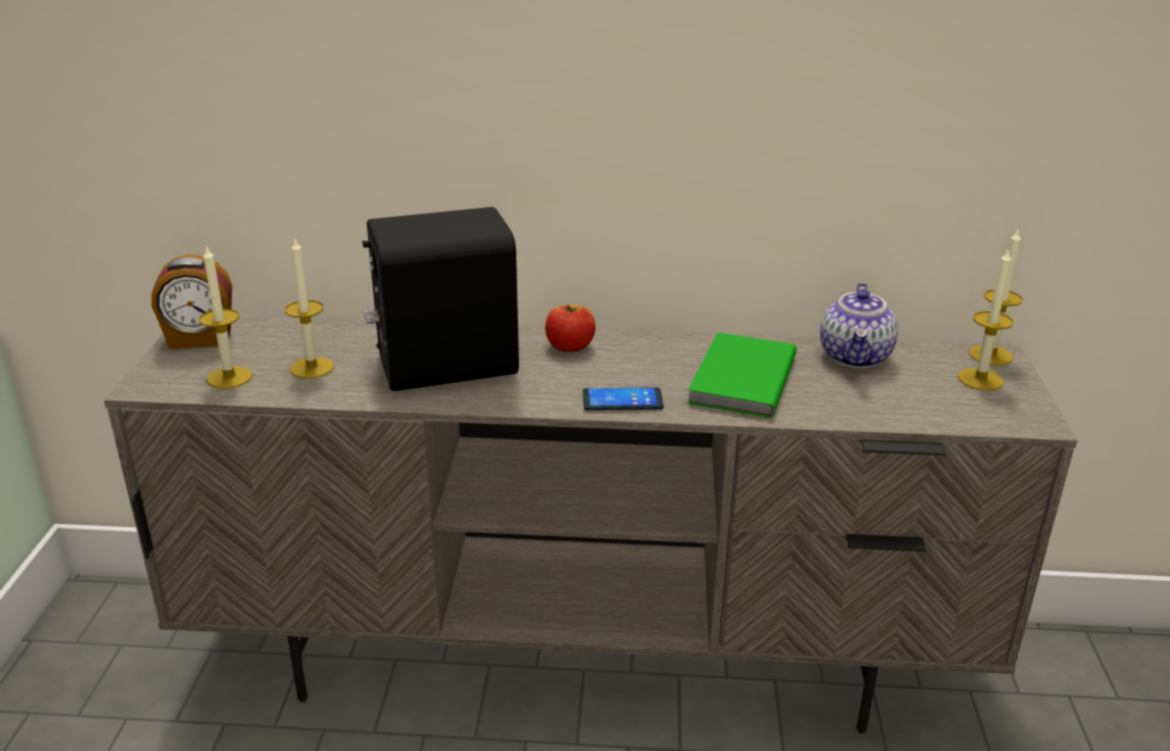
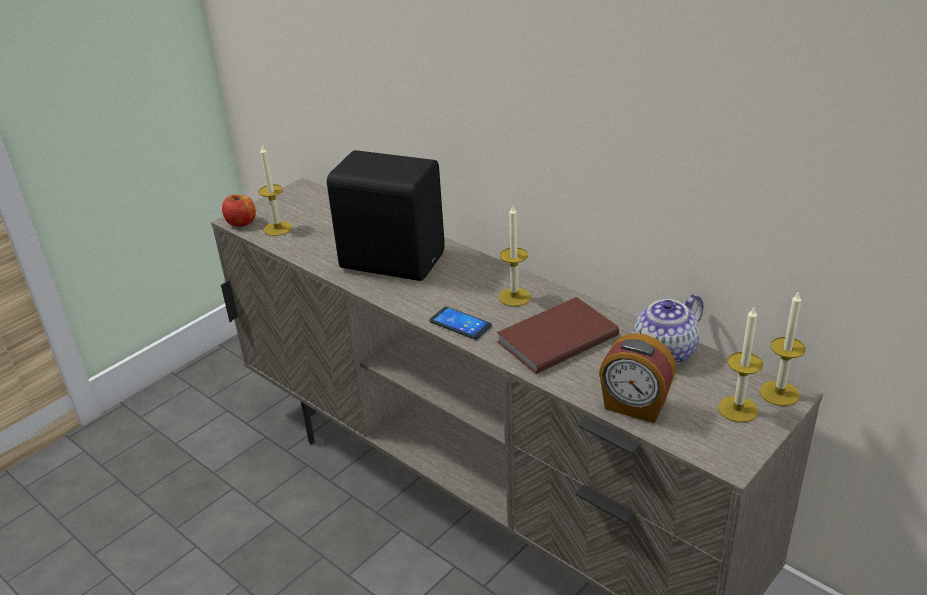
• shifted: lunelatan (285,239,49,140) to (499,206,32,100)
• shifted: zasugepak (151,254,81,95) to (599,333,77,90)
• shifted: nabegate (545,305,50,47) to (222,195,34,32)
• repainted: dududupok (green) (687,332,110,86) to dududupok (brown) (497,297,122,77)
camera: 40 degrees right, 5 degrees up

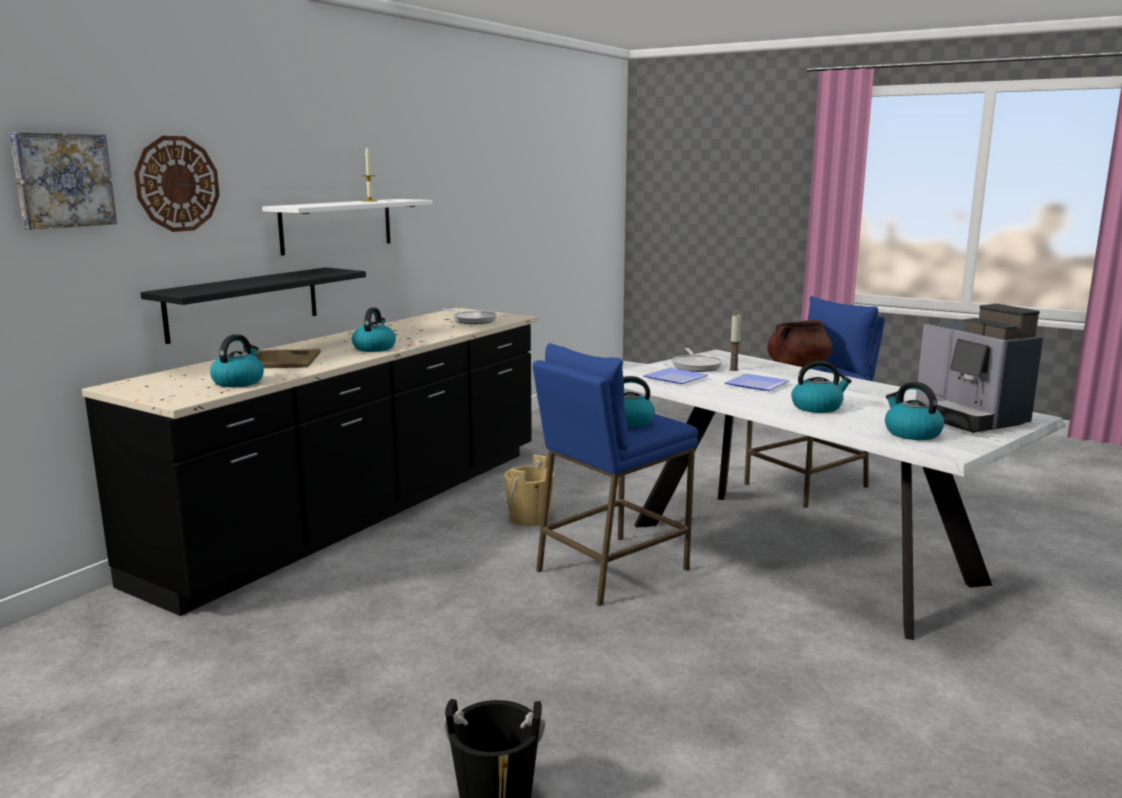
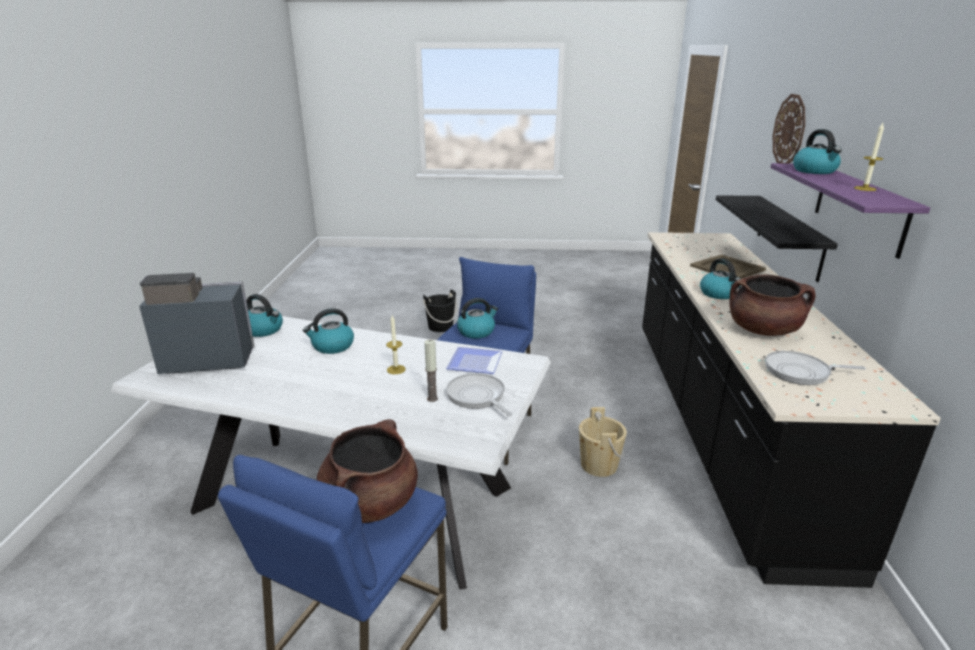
• gone: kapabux (9,132,108,98)
• repainted: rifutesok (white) (262,199,171,57) to rifutesok (purple) (771,163,159,96)
• rotated: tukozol (916,304,127,129) = (139,273,116,101) 45 degrees counterclockwise
• shifted: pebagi (210,334,54,53) to (793,129,49,45)
• swapped: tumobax (725,374,65,17) to lunelatan (386,315,20,59)
• new: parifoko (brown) (729,275,87,61)
camera: 150 degrees right, 10 degrees up

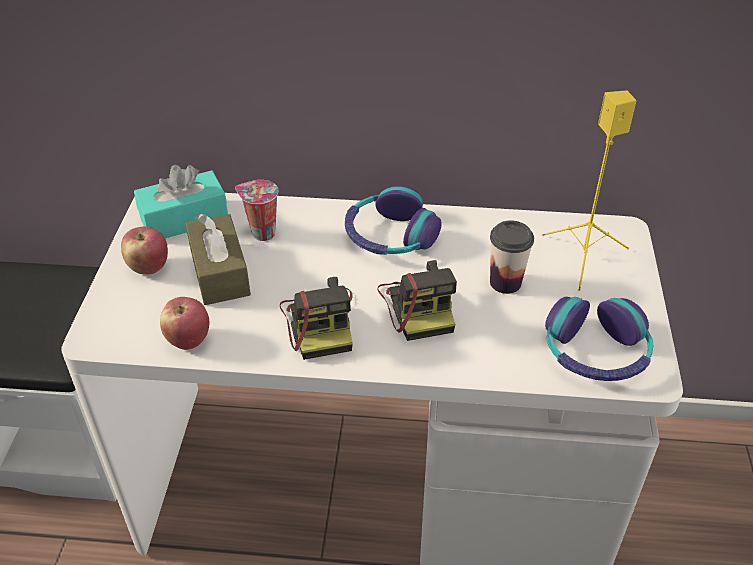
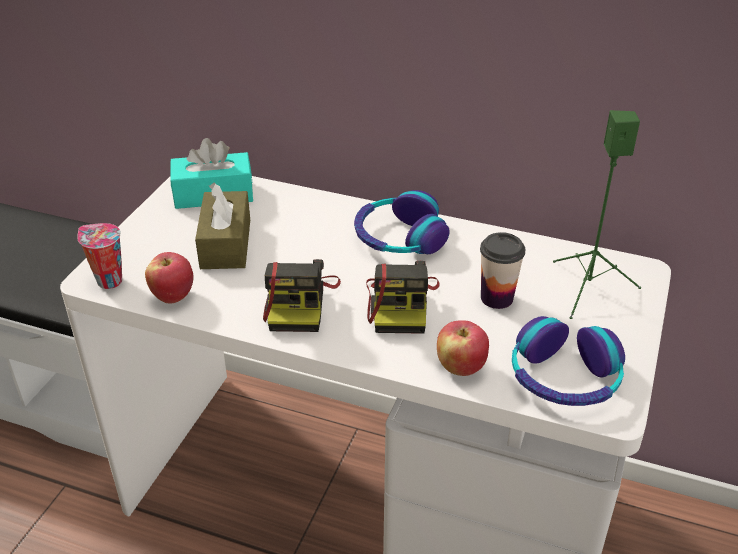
• repainted: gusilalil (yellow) (542,90,94,201) to gusilalil (green) (553,110,88,209)
• shifted: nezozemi (235,180,43,61) to (77,223,45,66)
• shifted: nabegate (121,227,47,48) to (437,320,52,56)
camera: 15 degrees right, 5 degrees down

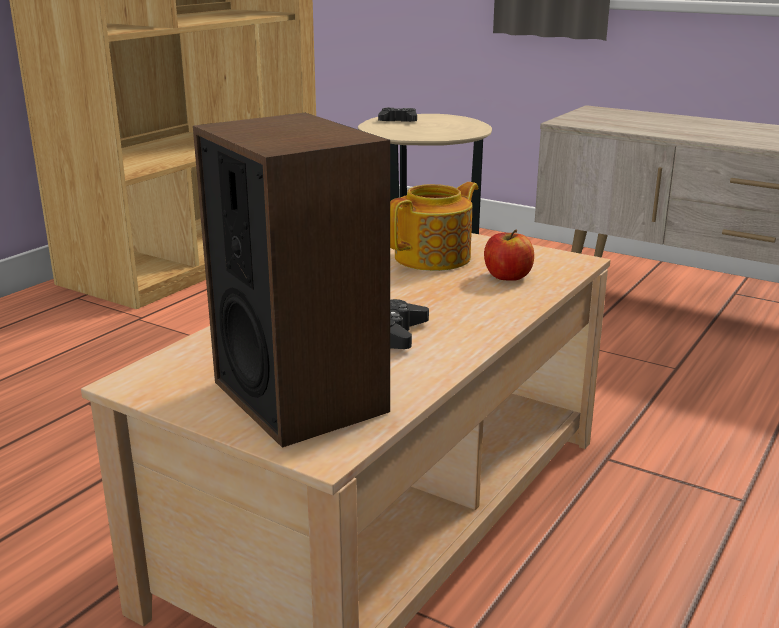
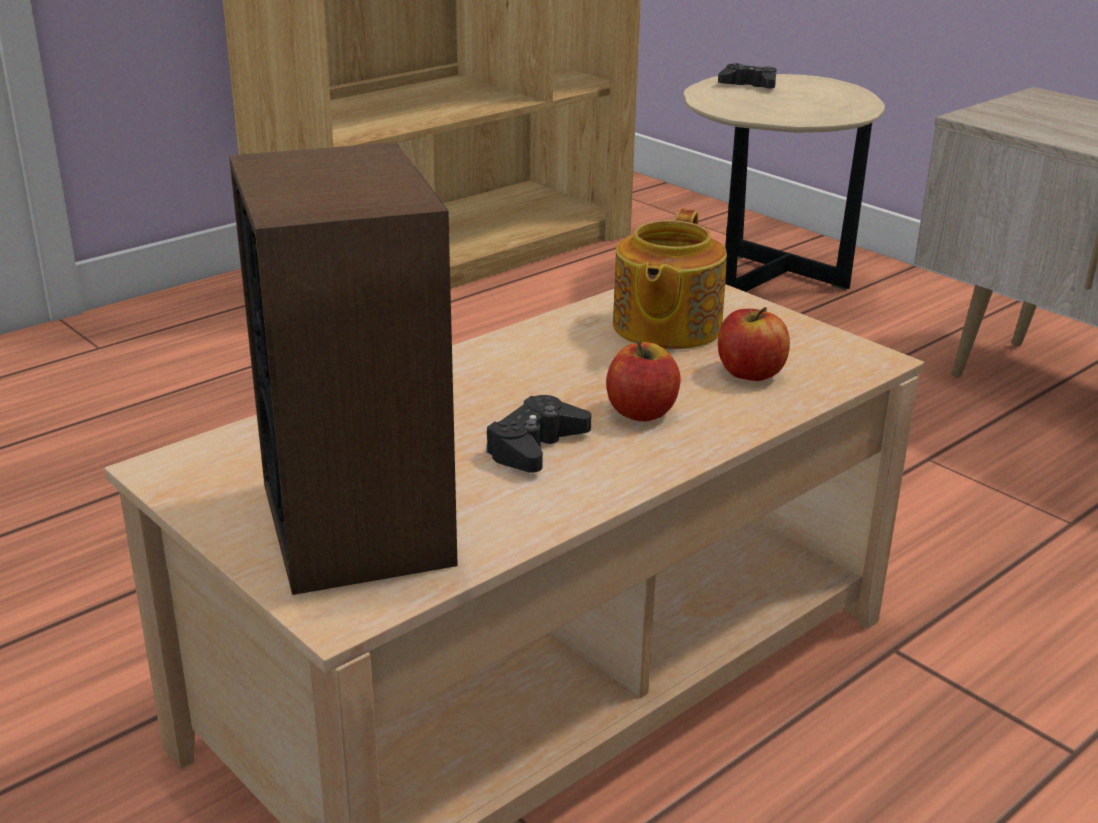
• rotated: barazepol (390,182,88,89) = (613,209,114,140) 135 degrees clockwise
• new: nabegate (606,340,75,81)
camera: 15 degrees right, 5 degrees up

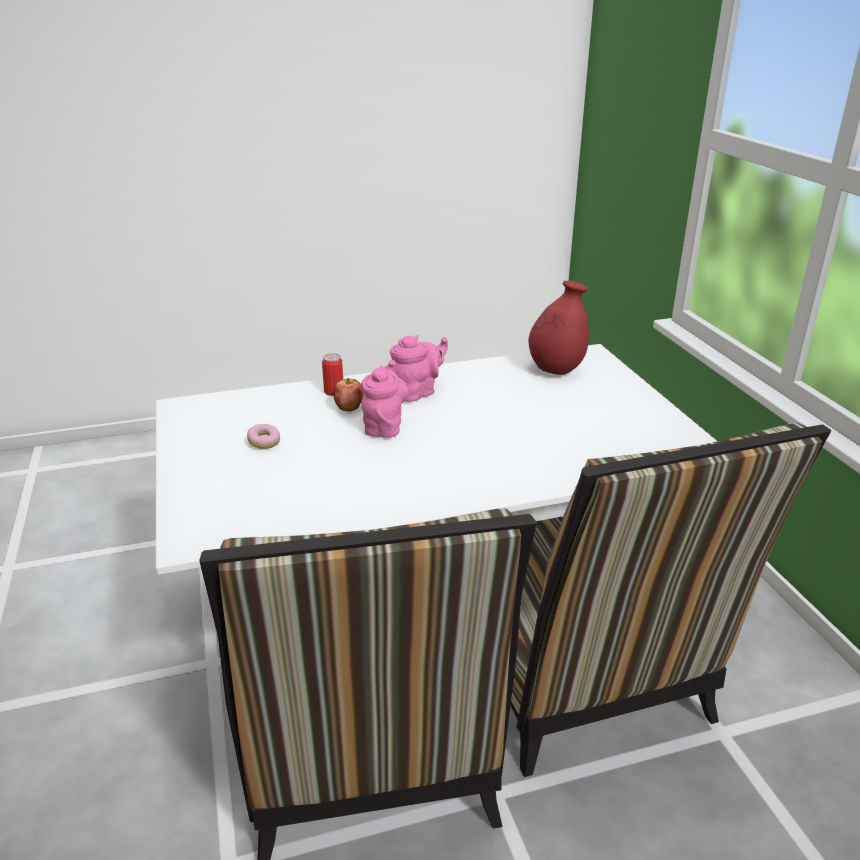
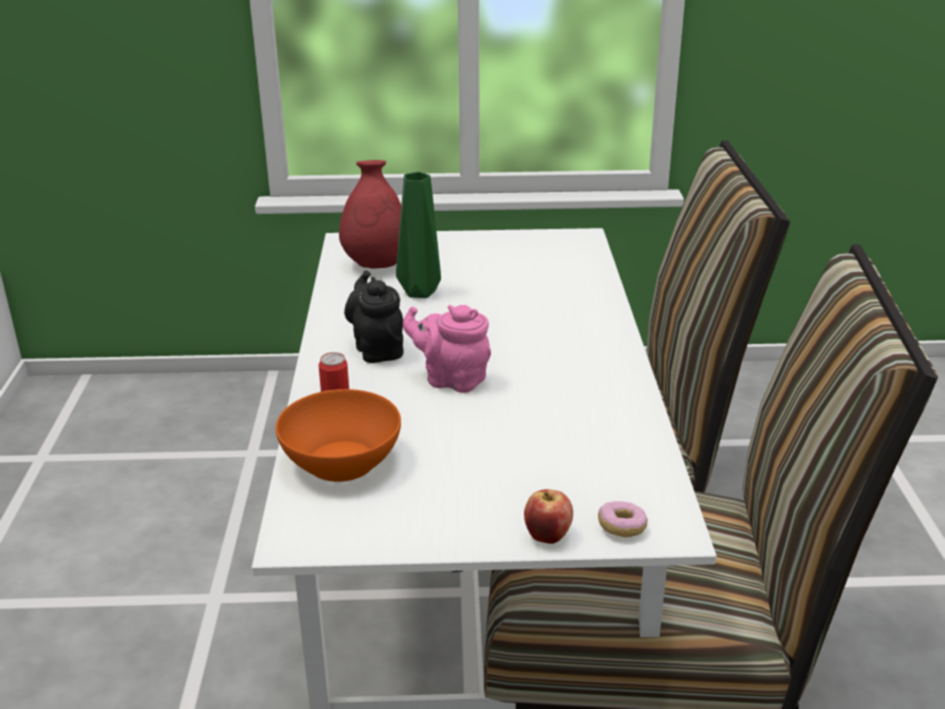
• repainted: barazepol (pink) (390,335,58,67) to barazepol (black) (344,270,60,93)
• shifted: nabegate (333,378,30,34) to (524,489,49,55)
• shifted: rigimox (247,424,33,25) to (598,501,50,36)
• new: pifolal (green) (396,172,45,126)
• new: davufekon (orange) (276,389,125,93)
camera: 75 degrees left, 0 degrees up

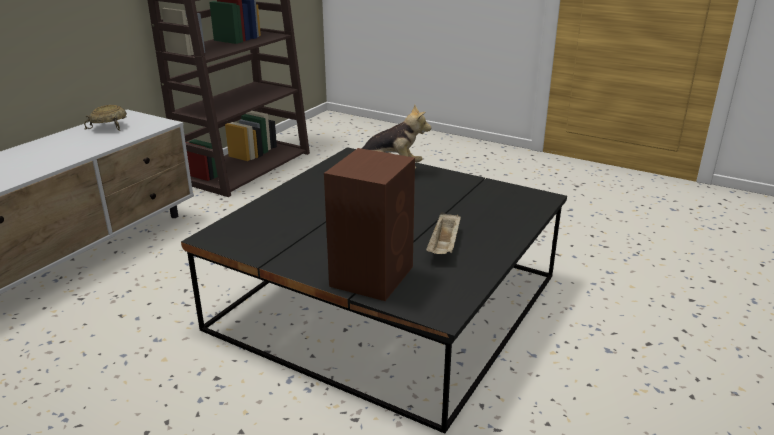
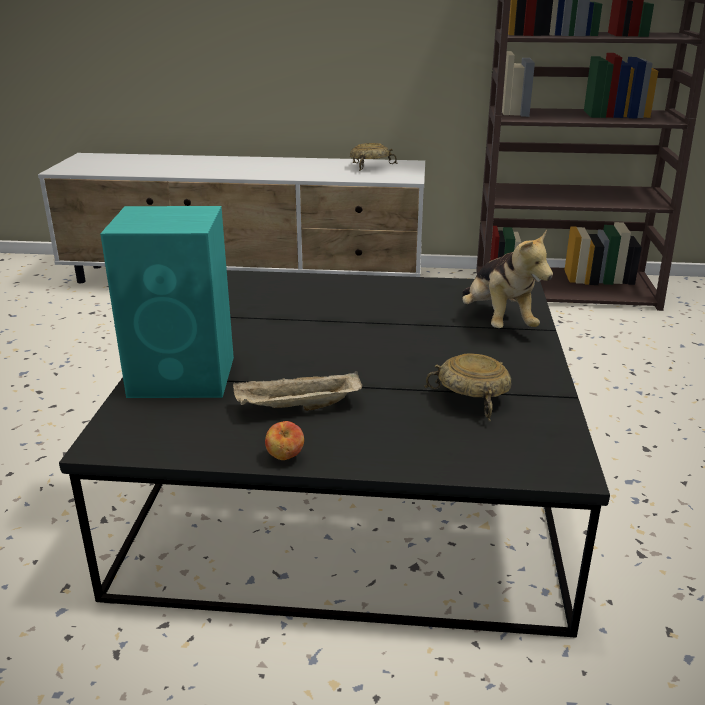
• repainted: gusilalil (brown) (324,148,91,153) to gusilalil (turquoise) (100,206,134,192)
• new: davufekon (beige) (425,354,86,68)
• new: nabegate (265,421,39,39)
camera: 65 degrees right, 0 degrees up

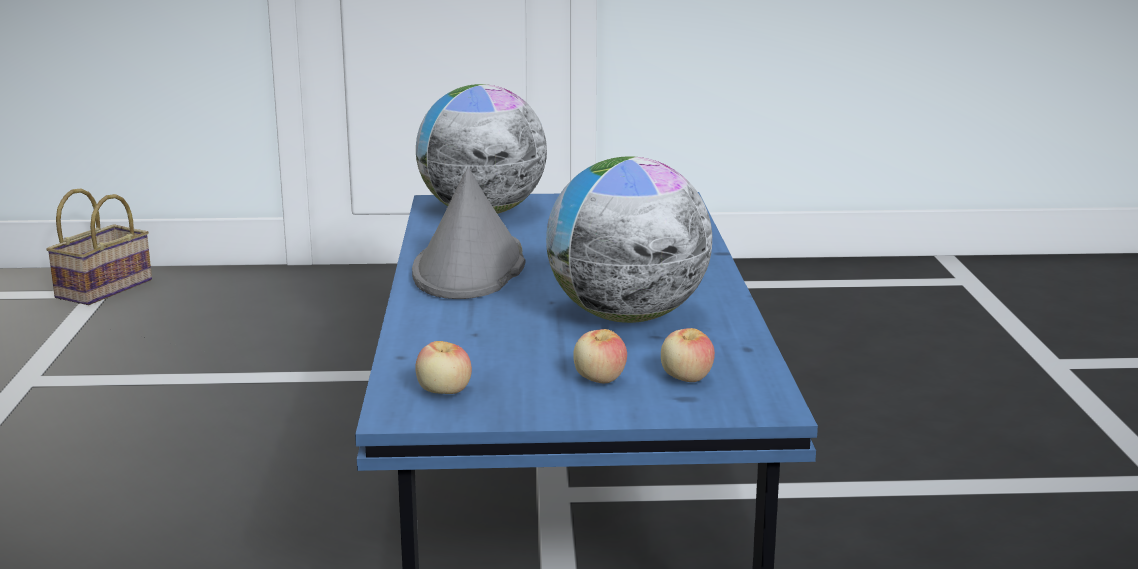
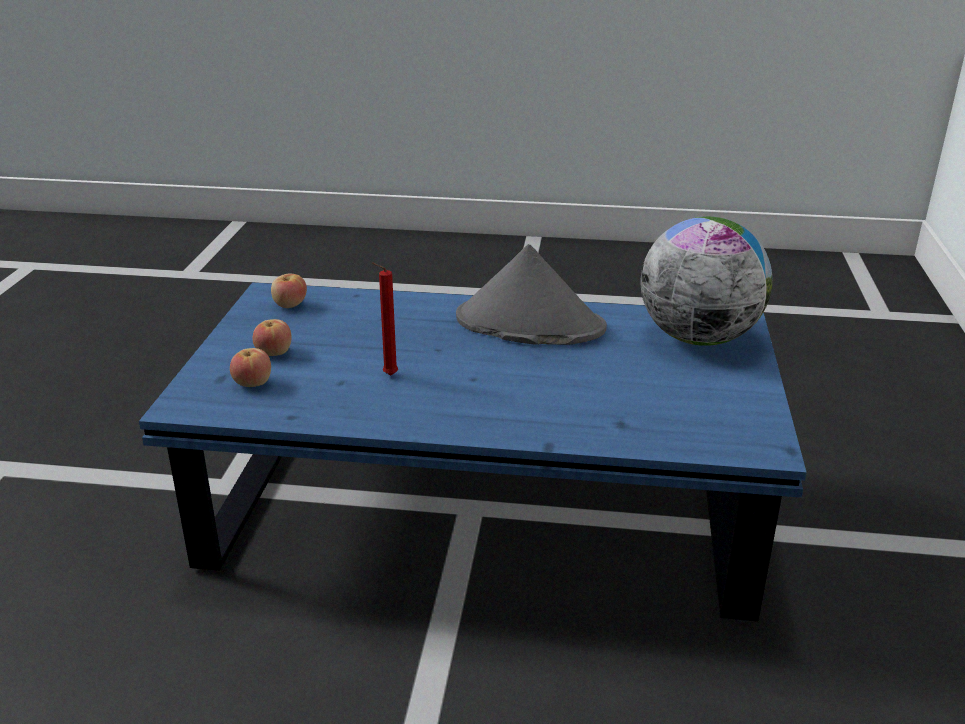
• swapped: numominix (546,156,166,167) to lunelatan (red) (372,263,26,112)
• gone: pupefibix (46,188,106,117)
camera: 100 degrees right, 10 degrees up

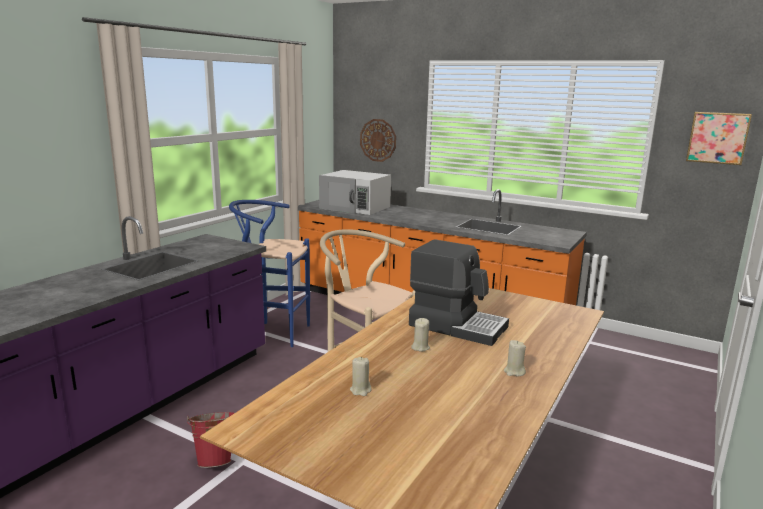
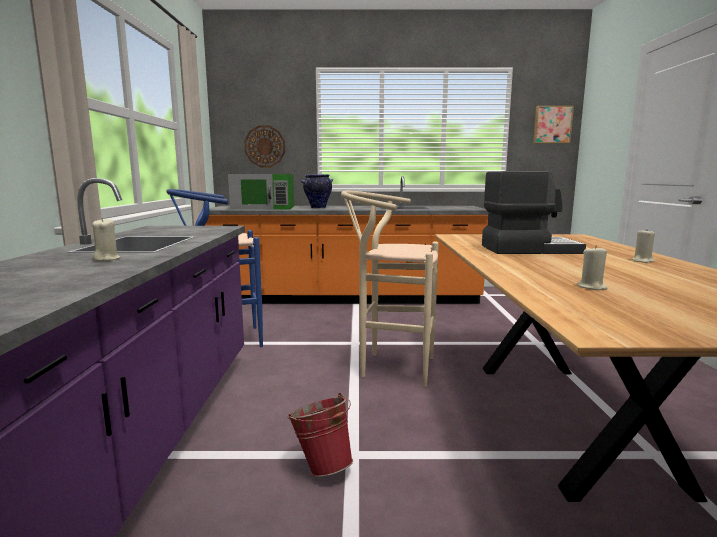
• repainted: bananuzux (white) (319,170,72,45) to bananuzux (green) (228,174,66,36)
• shifted: lunelatan (beige) (411,318,19,34) to (92,217,28,44)
• new: pifolal (301,174,32,34)
camera: 30 degrees left, 5 degrees down

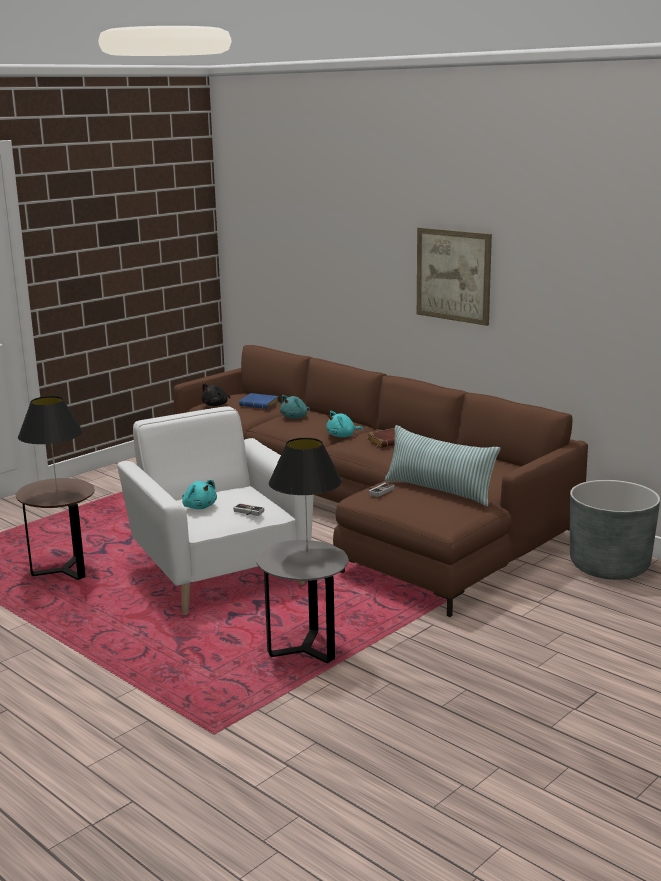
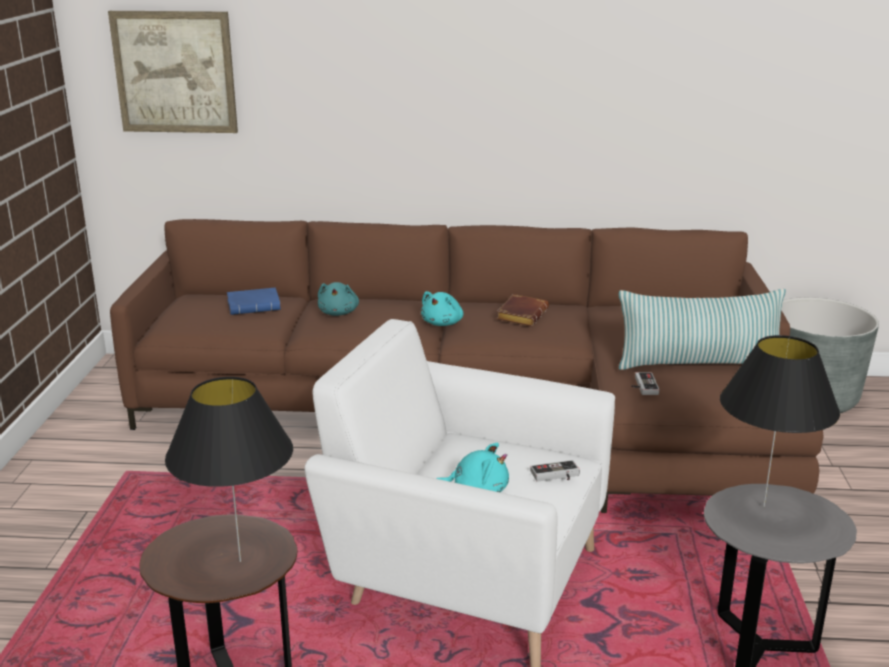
• shifted: kapabux (417,227,75,99) to (108,11,130,122)
• gone: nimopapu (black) (202,383,28,23)
camera: 40 degrees left, 5 degrees up

